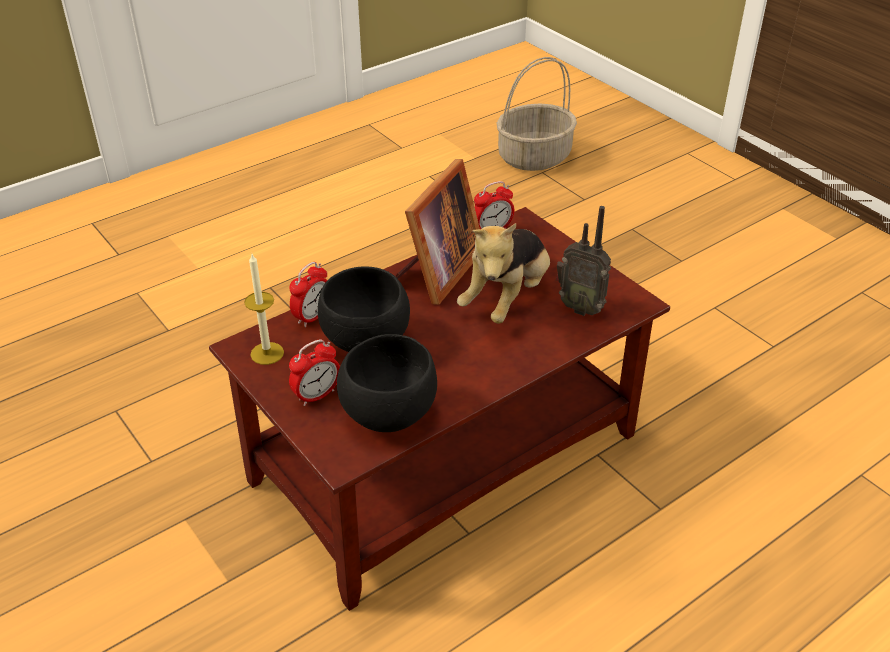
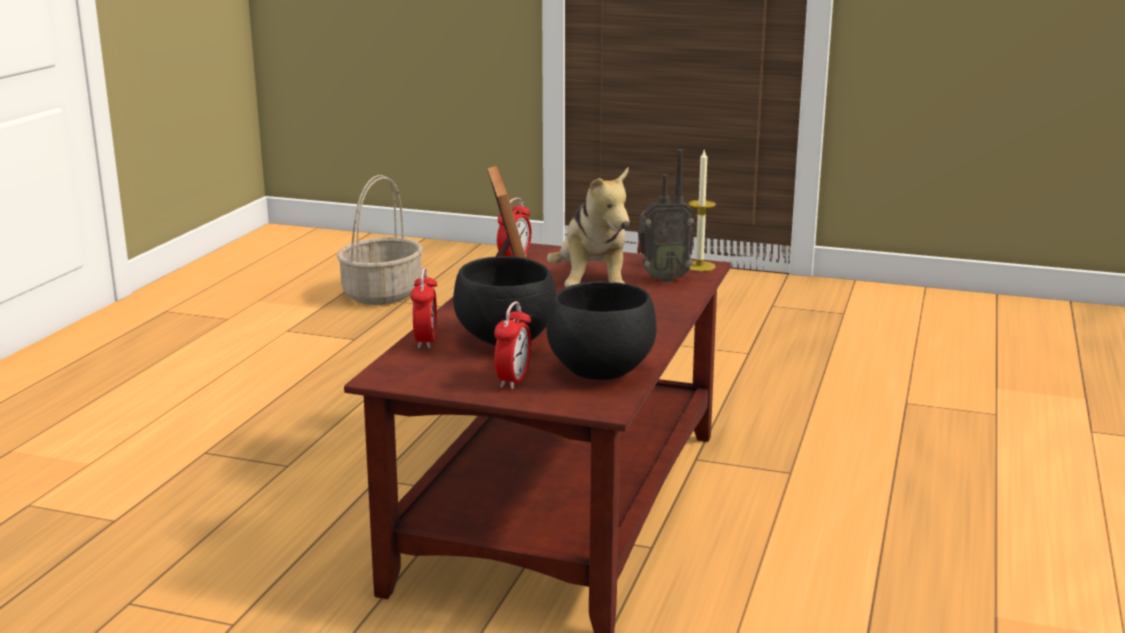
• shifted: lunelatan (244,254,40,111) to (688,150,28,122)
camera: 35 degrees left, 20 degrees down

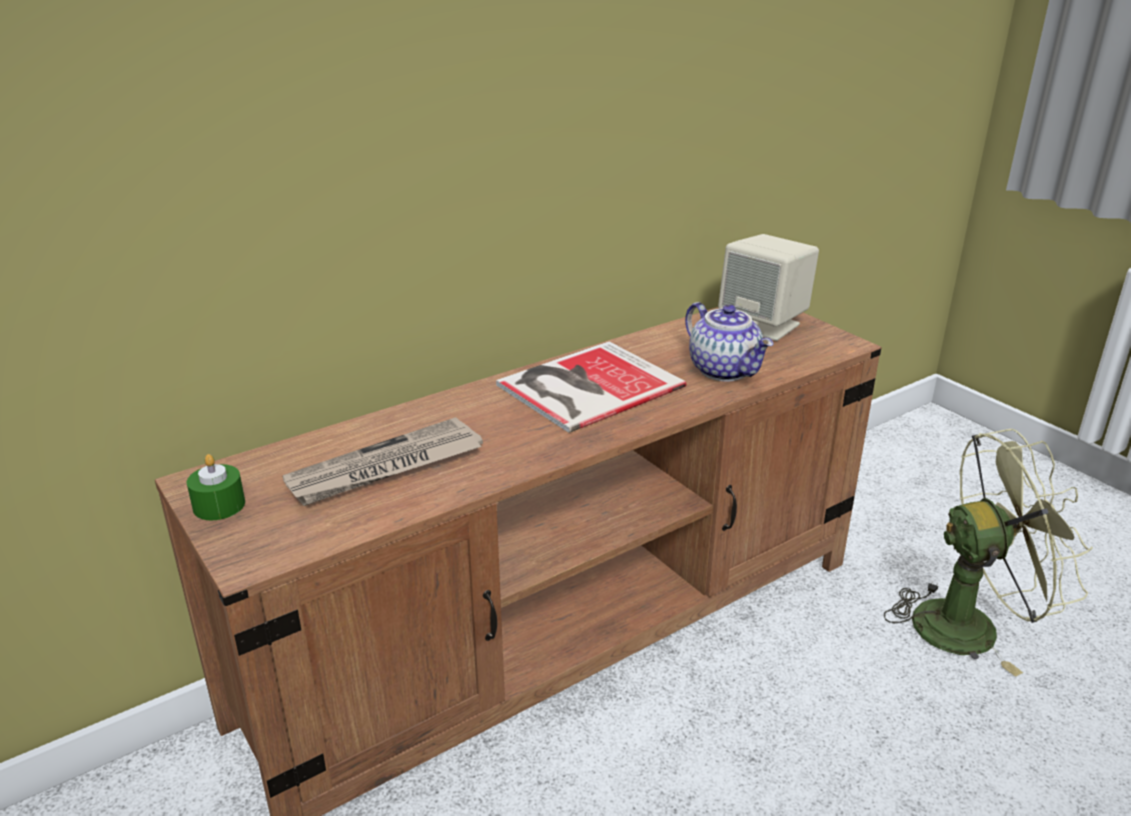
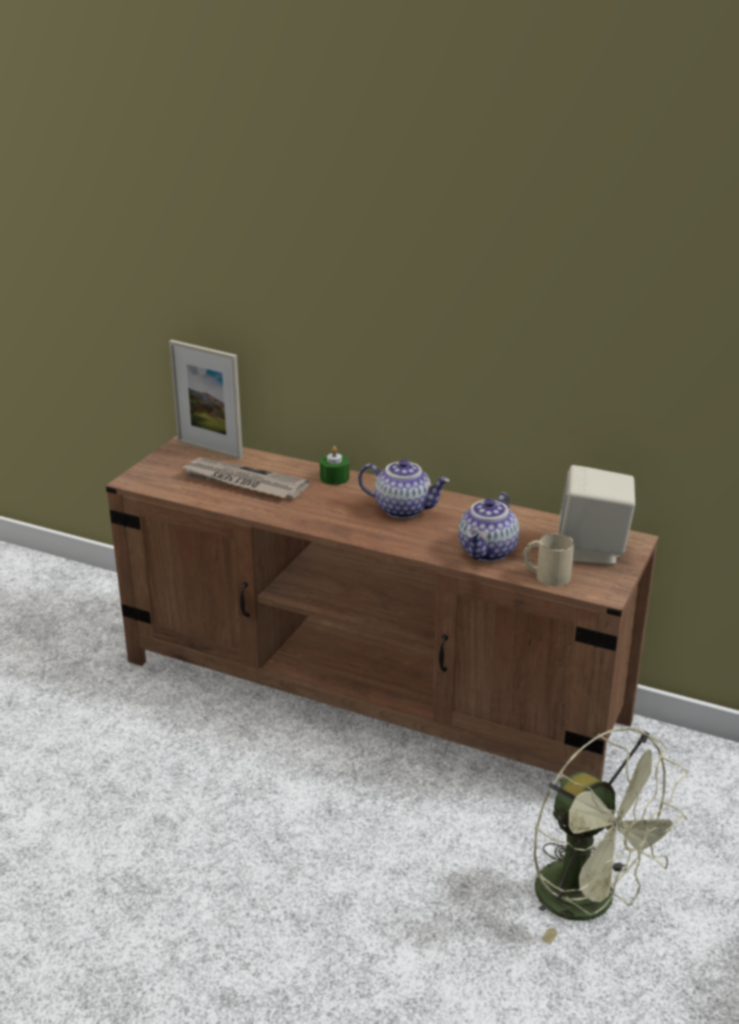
• swapped: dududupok (496,342,190,91) to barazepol (358,459,92,60)
• shifted: lunelatan (green) (187,454,58,66) to (320,446,29,39)
• new: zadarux (169,340,74,120)
• new: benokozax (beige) (523,533,51,53)
camera: 60 degrees right, 0 degrees up

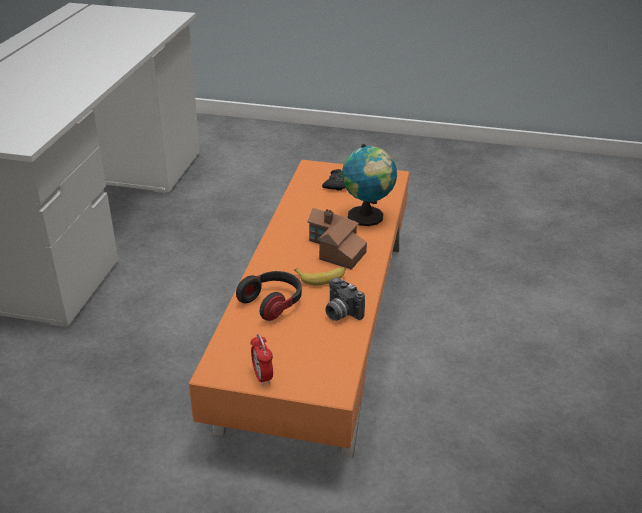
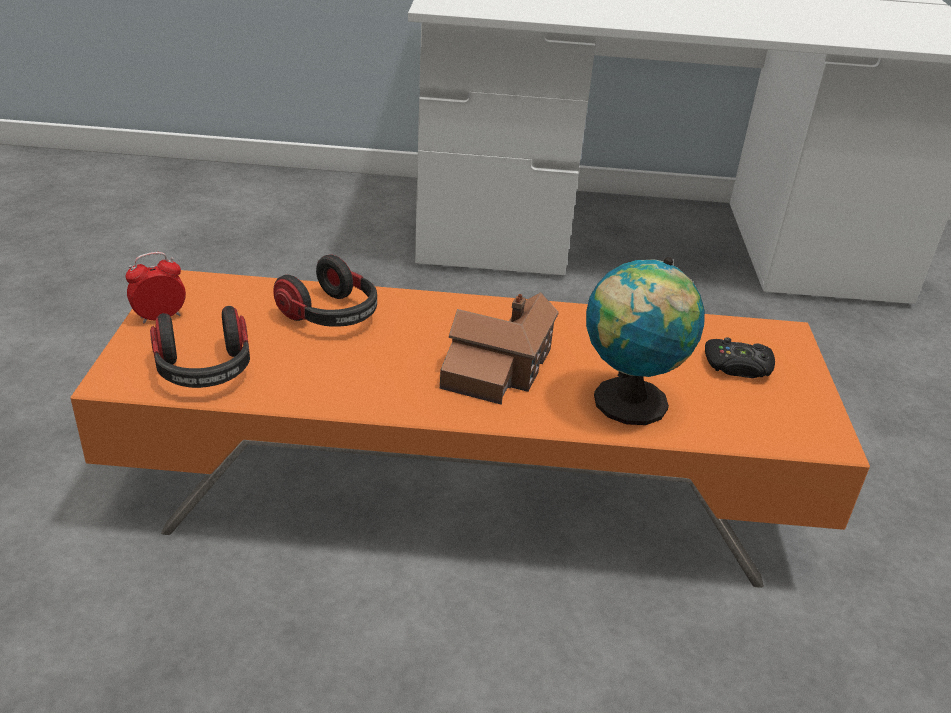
• gone: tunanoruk (294,267,52,18)
• gone: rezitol (325,278,40,43)
• new: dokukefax (150,306,100,82)
camera: 80 degrees right, 0 degrees up

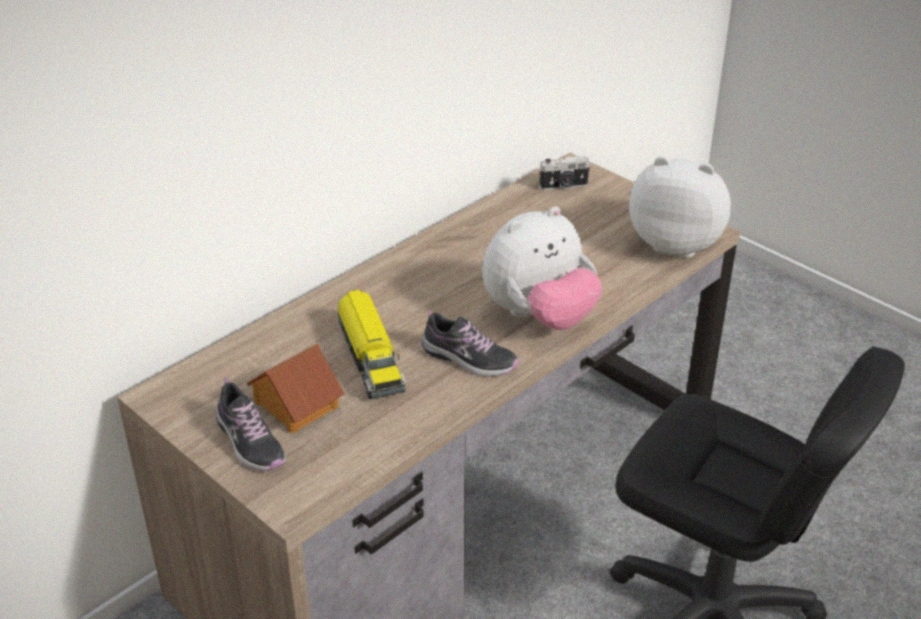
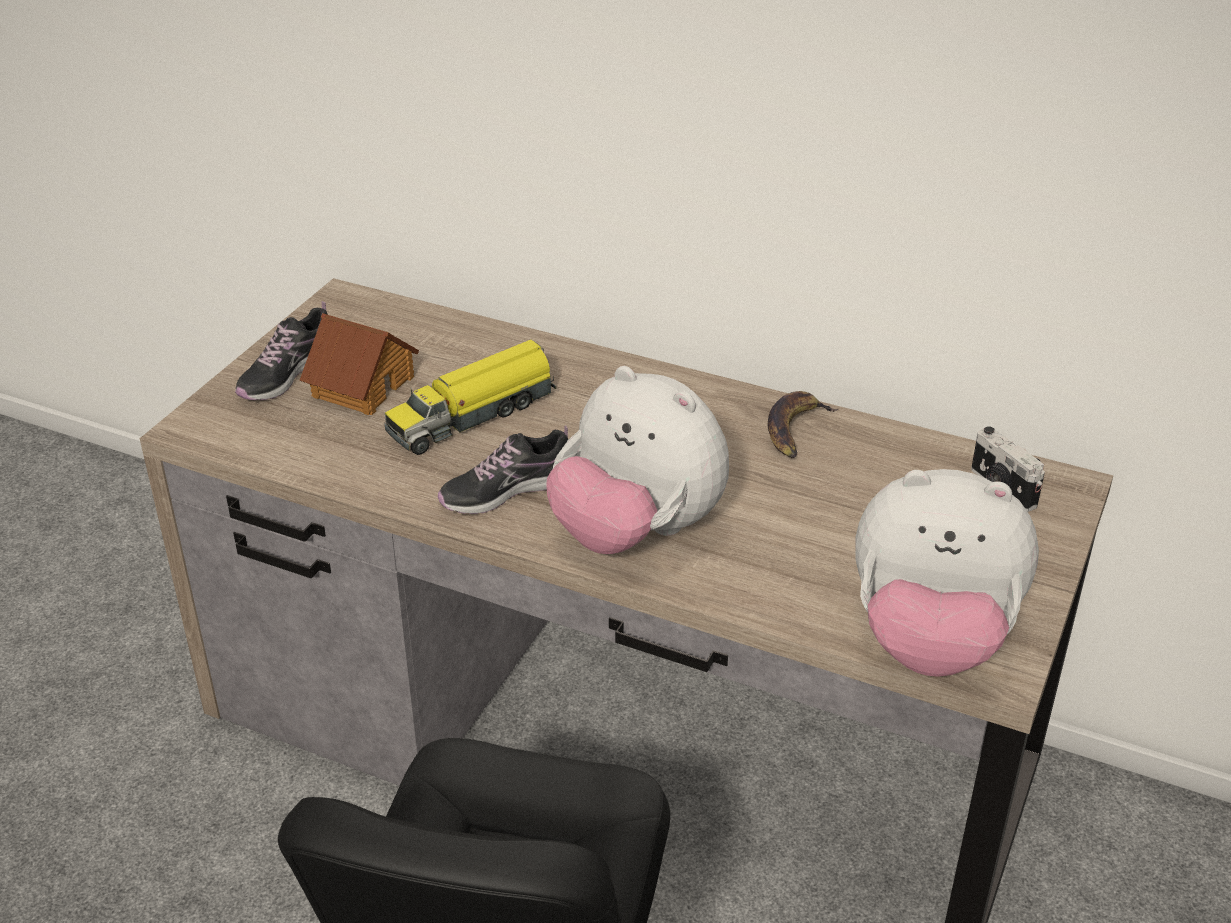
• rotated: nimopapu (629,156,102,102) = (856,469,183,208) 105 degrees clockwise
• rotated: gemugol (422,309,97,68) = (438,425,130,89) 60 degrees clockwise
• new: tunanoruk (767,391,71,67)
camera: 70 degrees right, 0 degrees up

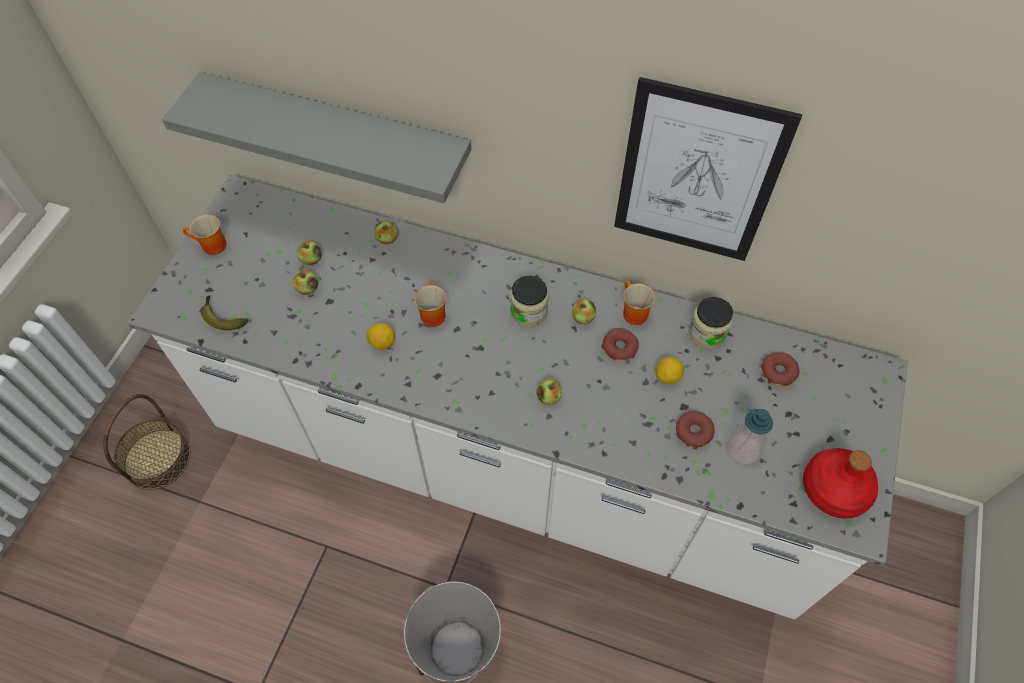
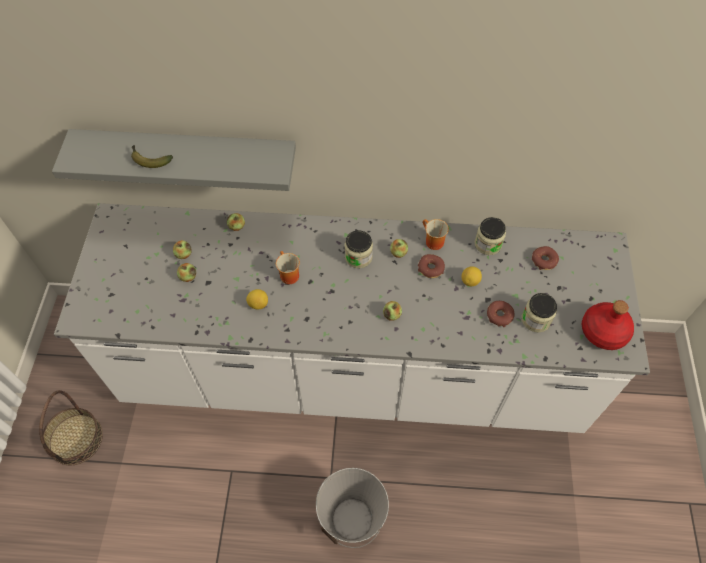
• gone: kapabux (614,77,188,184)
• gone: benokozax (183,214,44,41)
• shifted: tunanoruk (201,295,47,35) to (131,145,42,23)
• swapped: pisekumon (726,409,47,56) to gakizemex (522,293,35,39)
camera: 15 degrees left, 0 degrees up

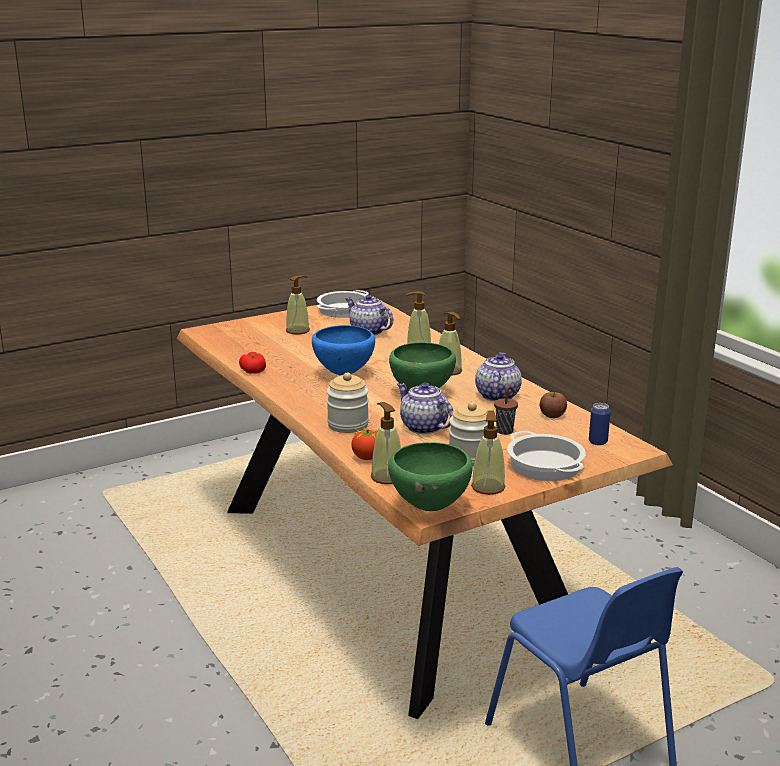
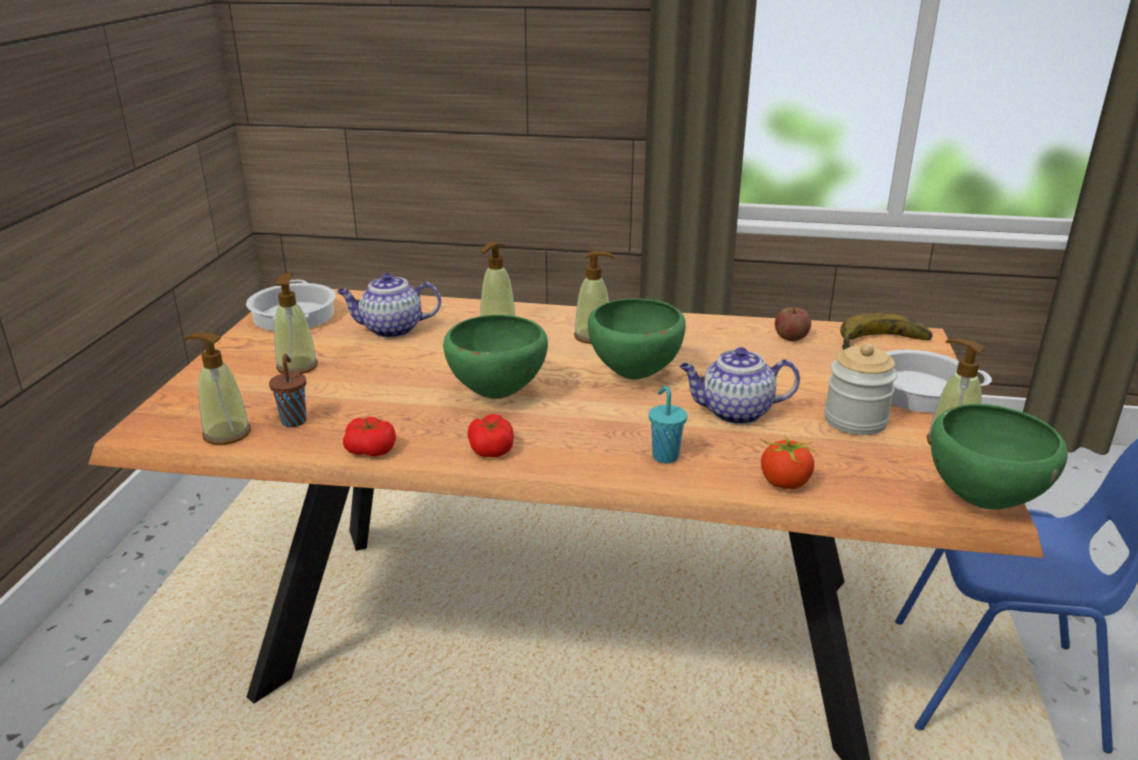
• repainted: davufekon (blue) (312,325,63,50) to davufekon (green) (443,315,105,84)
• gone: barazepol (475,352,47,49)
• swapped: gakizemex (327,373,42,60) to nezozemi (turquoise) (649,386,38,77)
• shifted: nezozemi (brown) (494,386,24,49) to (269,354,38,73)
• shifted: pisekumon (371,402,30,82) to (184,333,67,112)
• swapped: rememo (589,403,22,42) to tunanoruk (840,313,93,37)
• new: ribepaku (467,414,47,43)
camera: 50 degrees left, 5 degrees up

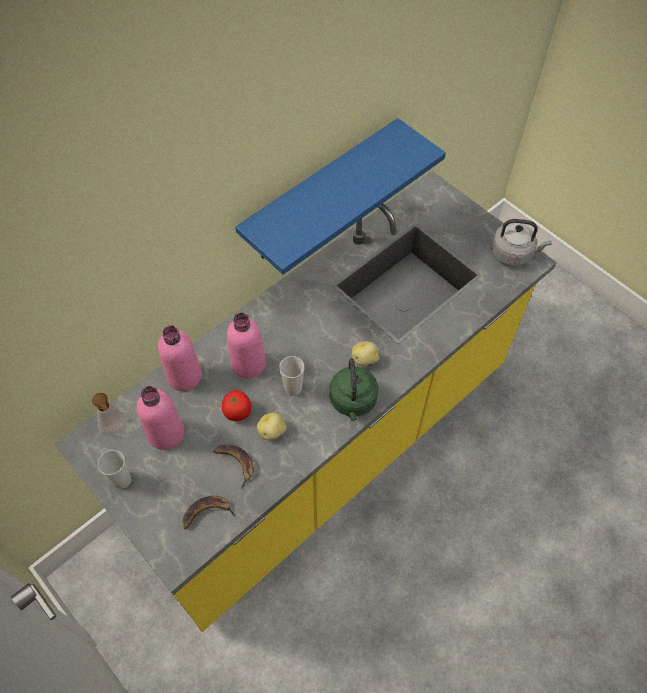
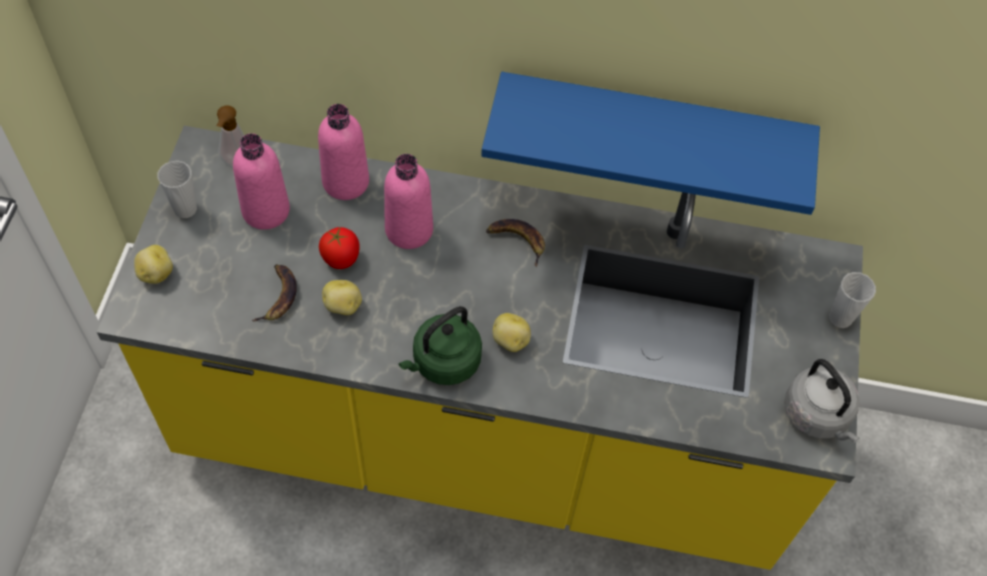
• shifted: nezozemi (279,356,25,40) to (829,272,47,56)
• shifted: tunanoruk (182,496,54,34) to (486,219,59,48)
• new: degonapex (134,245,39,39)
camera: 50 degrees right, 0 degrees up

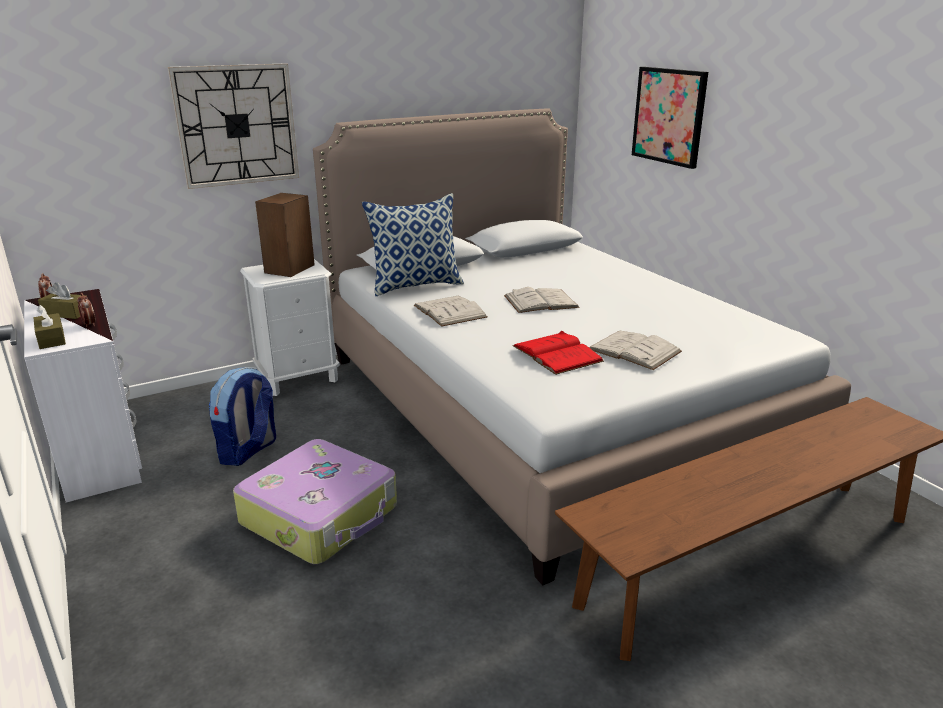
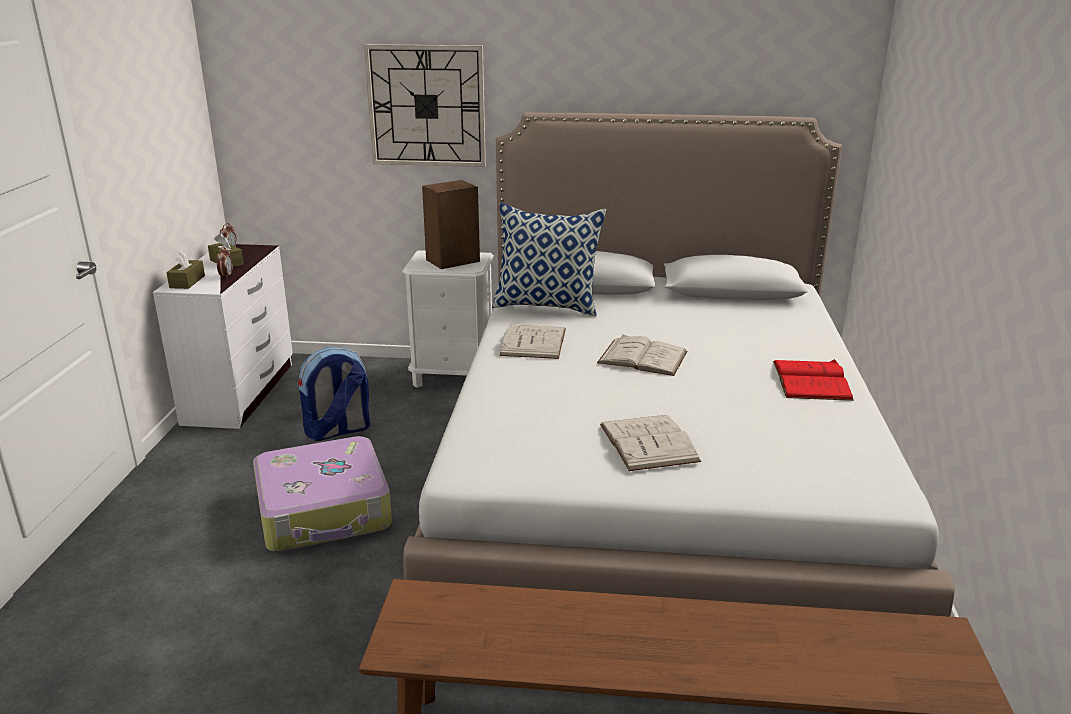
• gone: kapabux (632,67,76,102)
• shifted: dududupok (red) (512,331,92,44) to (773,359,81,42)
camera: 35 degrees right, 0 degrees up

